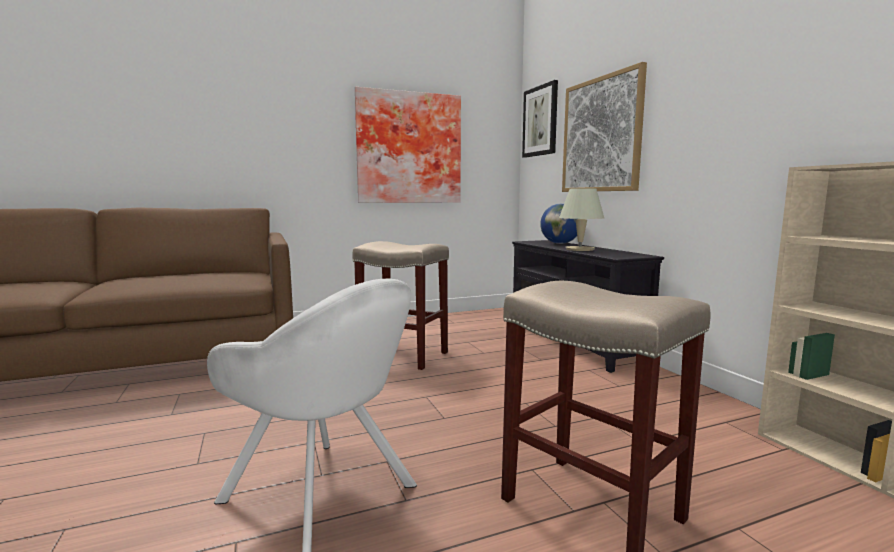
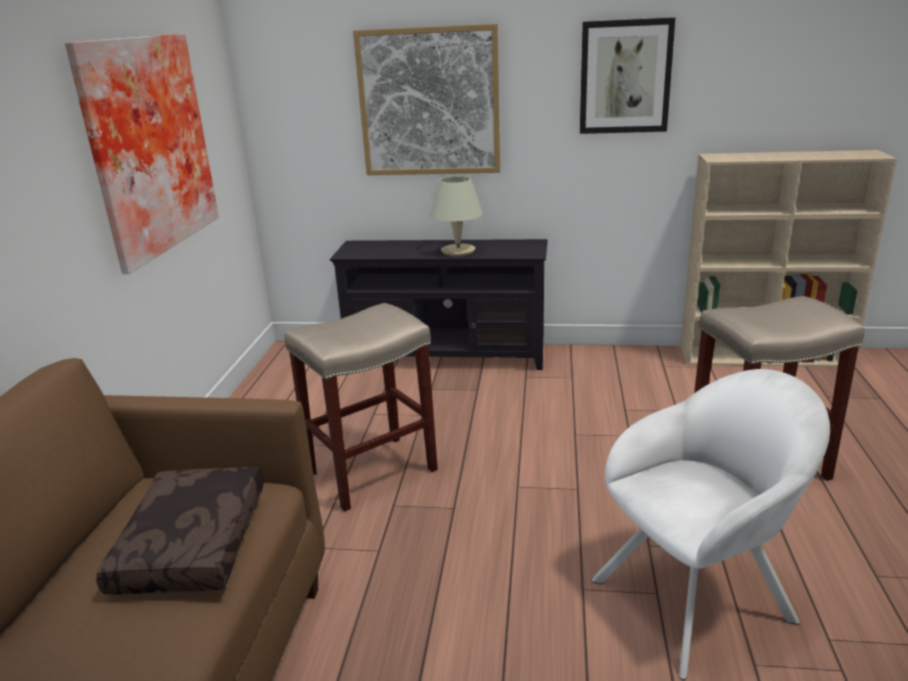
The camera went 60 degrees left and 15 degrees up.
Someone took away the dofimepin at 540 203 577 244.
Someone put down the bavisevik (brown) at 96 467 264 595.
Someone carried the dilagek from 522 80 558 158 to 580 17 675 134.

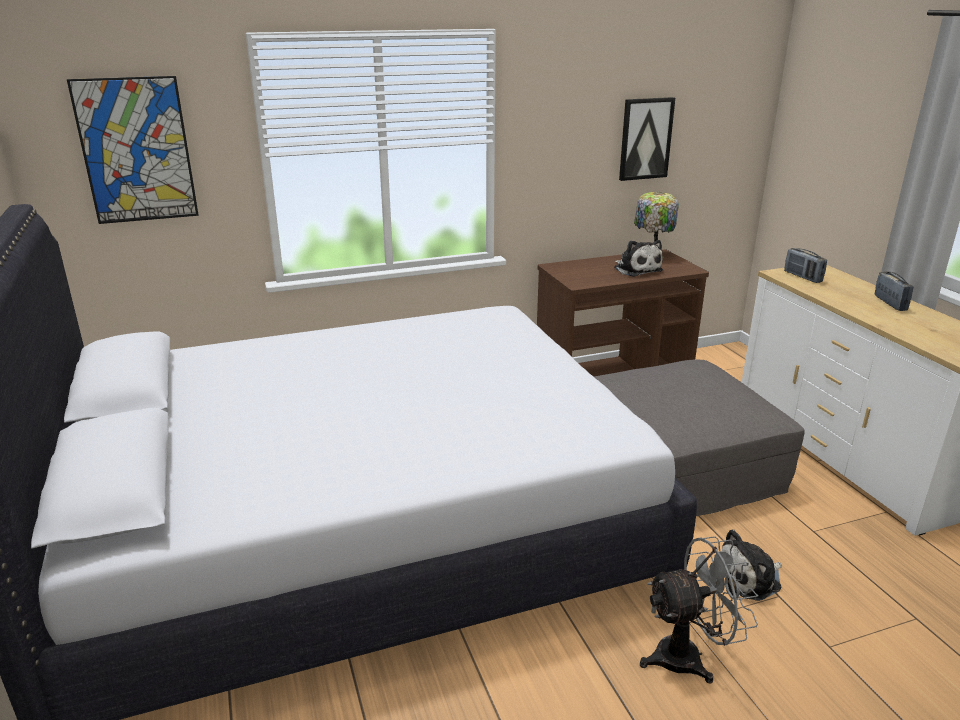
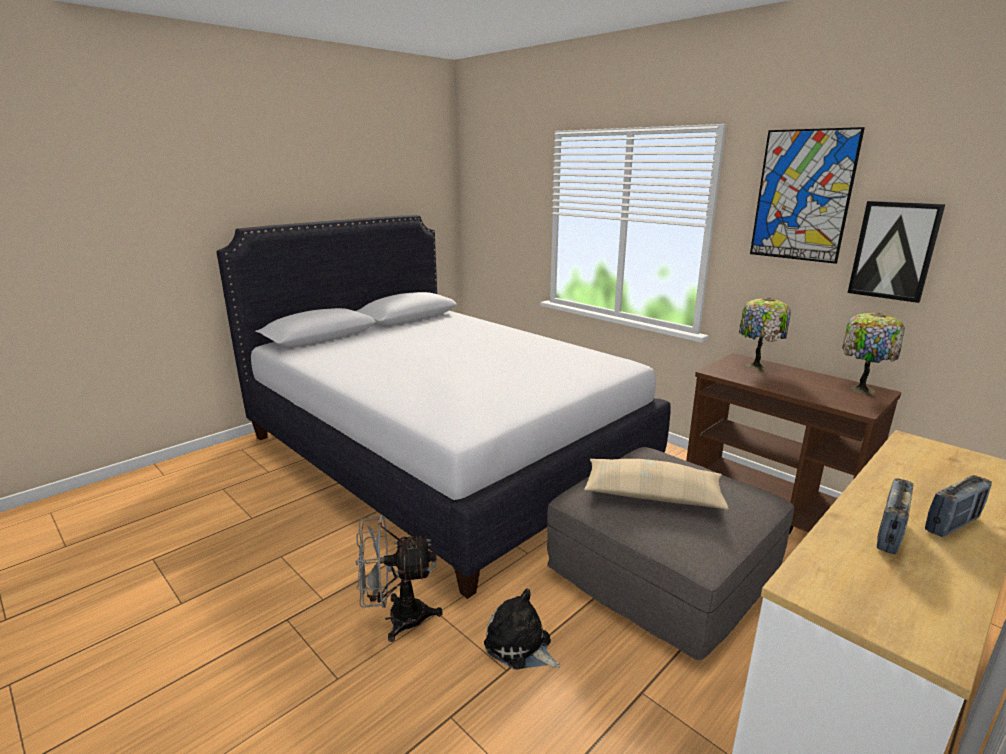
The camera went 65 degrees right and 5 degrees down.
Someone took away the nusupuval at 614 240 663 277.
Someone put down the bavisevik (beige) at 584 459 729 510.
Someone put down the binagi at 739 297 791 370.
Someone carried the dilagek from 67 76 199 224 to 750 127 865 264.
Someone carried the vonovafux from 784 248 827 283 to 877 478 913 554.
Someone rotated the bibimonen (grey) at 640 536 759 684 by 120 degrees clockwise.

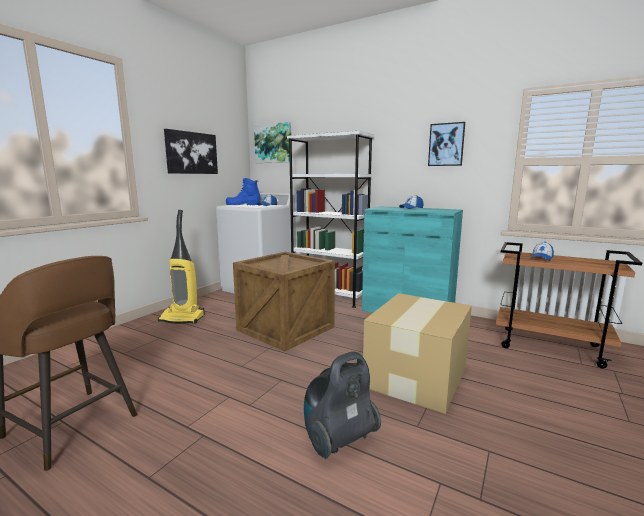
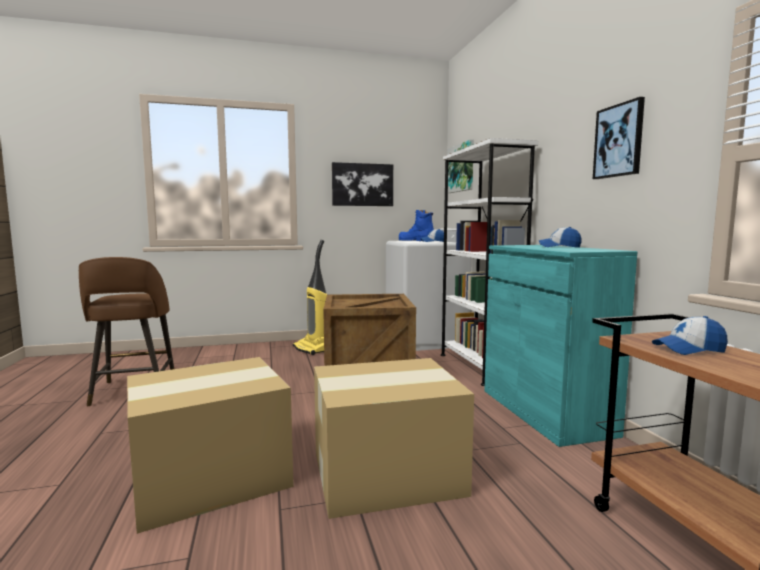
The camera went 45 degrees right and 5 degrees down.
Someone swapped the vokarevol at 304 351 381 459 for the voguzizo at 127 357 294 534.

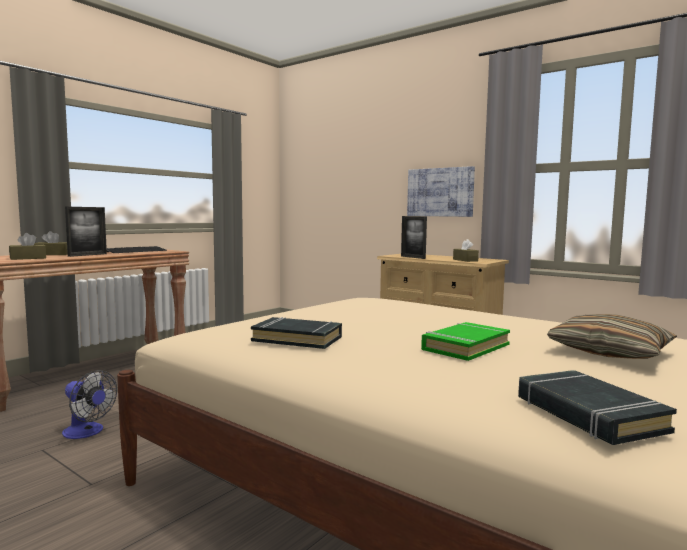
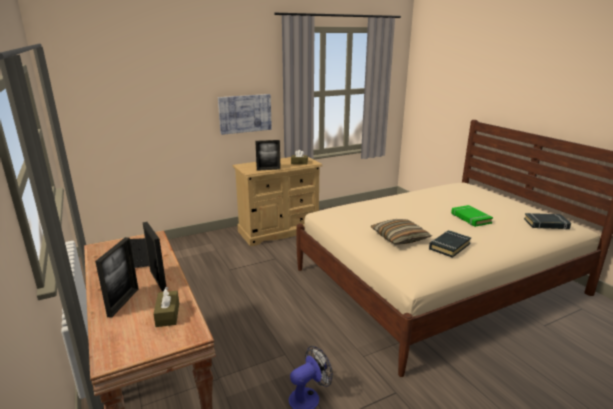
The camera went 65 degrees left and 15 degrees up.
Someone carried the bavisevik from 547 314 677 359 to 371 219 432 245.
Someone swapped the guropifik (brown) at 34 231 68 255 for the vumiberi at 95 237 138 318.

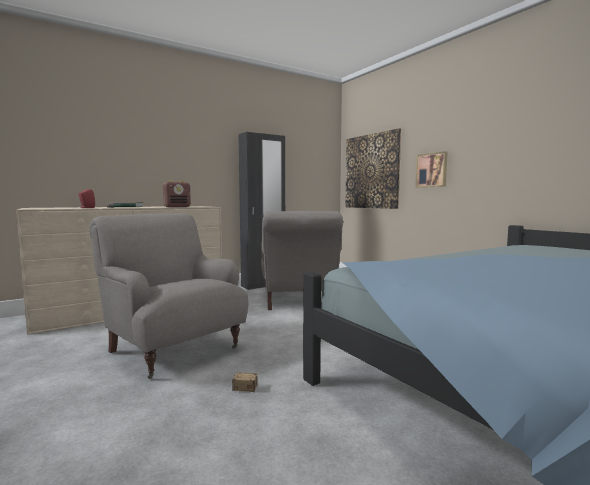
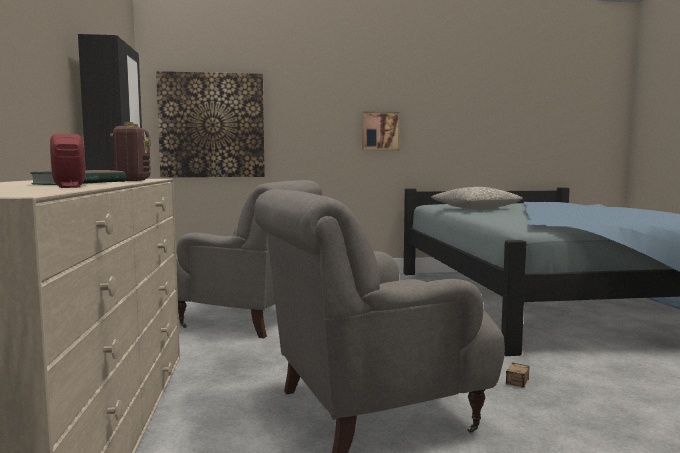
The camera went 65 degrees left and 0 degrees up.
Someone put down the bavisevik (grey) at 431 187 523 210.
Someone carried the dilagek from 416 151 448 187 to 362 111 400 150.

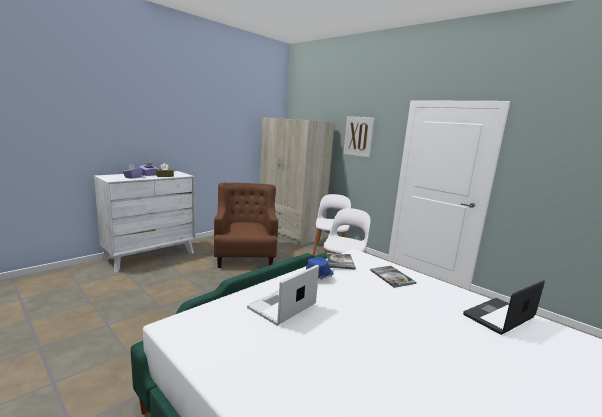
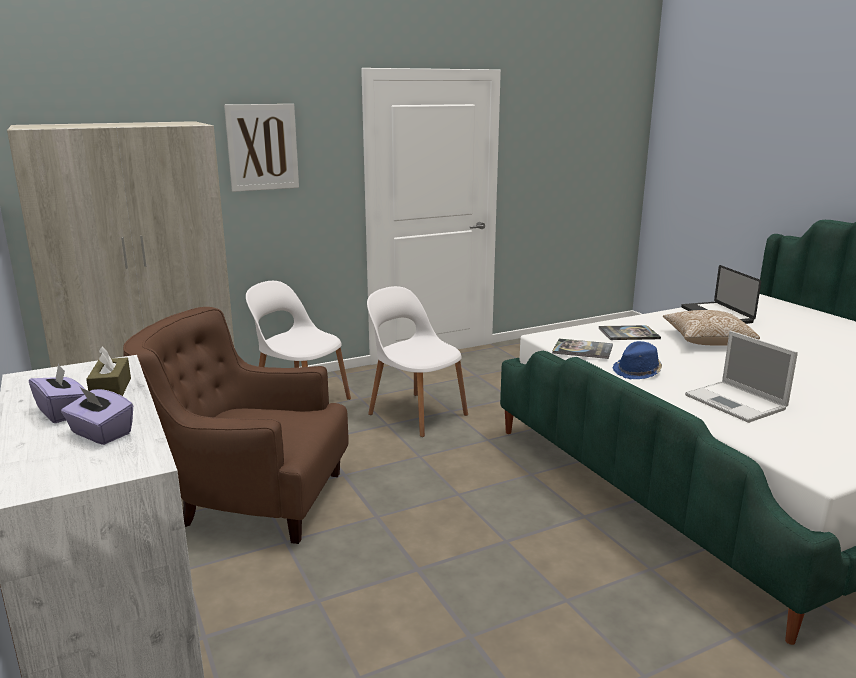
The camera went 70 degrees left and 5 degrees up.
Someone put down the bavisevik at 663 310 760 346.

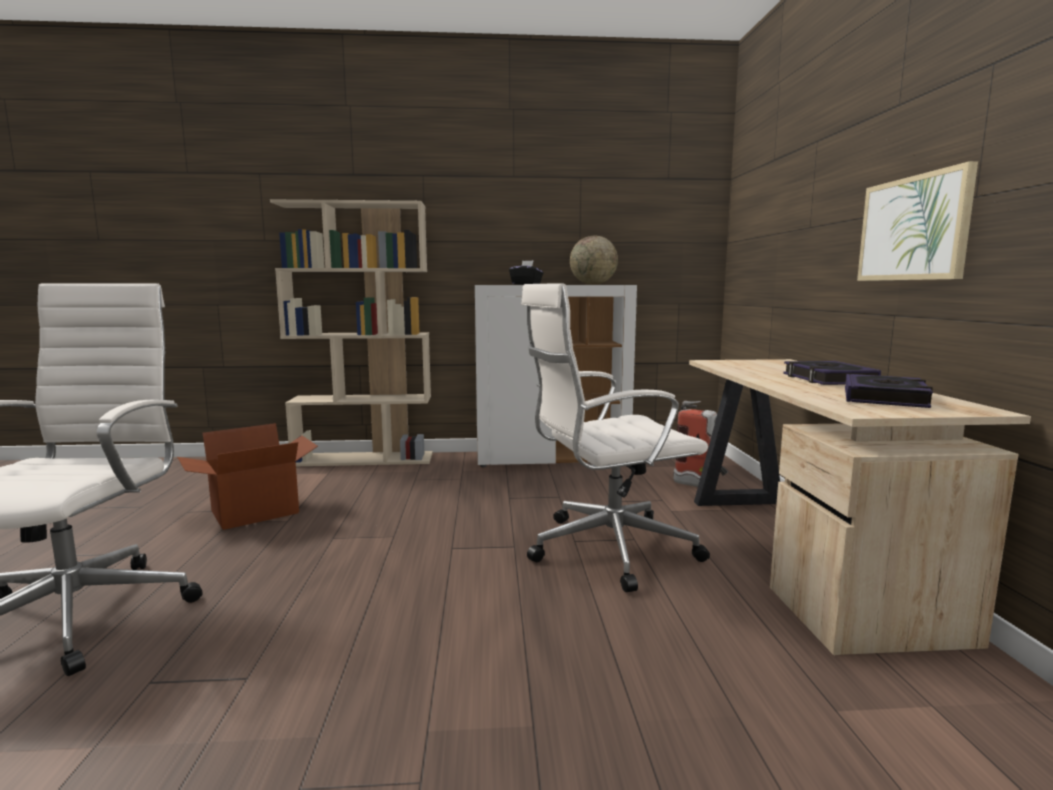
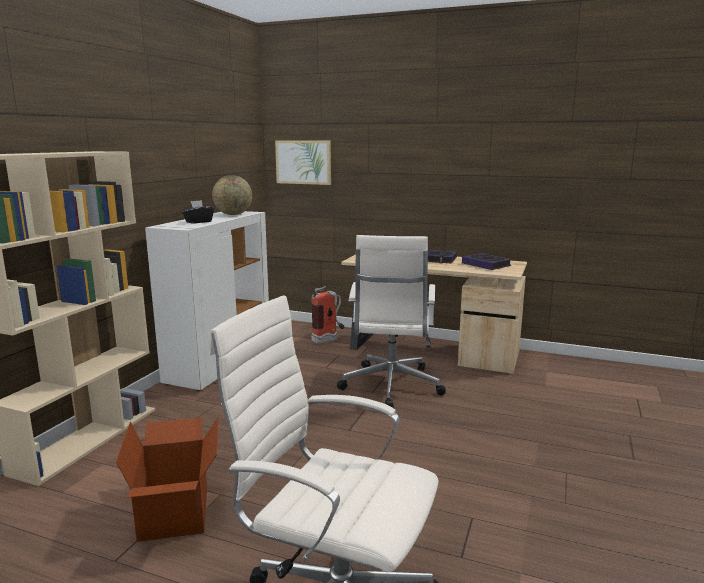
The camera went 65 degrees left and 5 degrees up.
Someone carried the dilagek from 857 161 978 281 to 275 140 331 185.

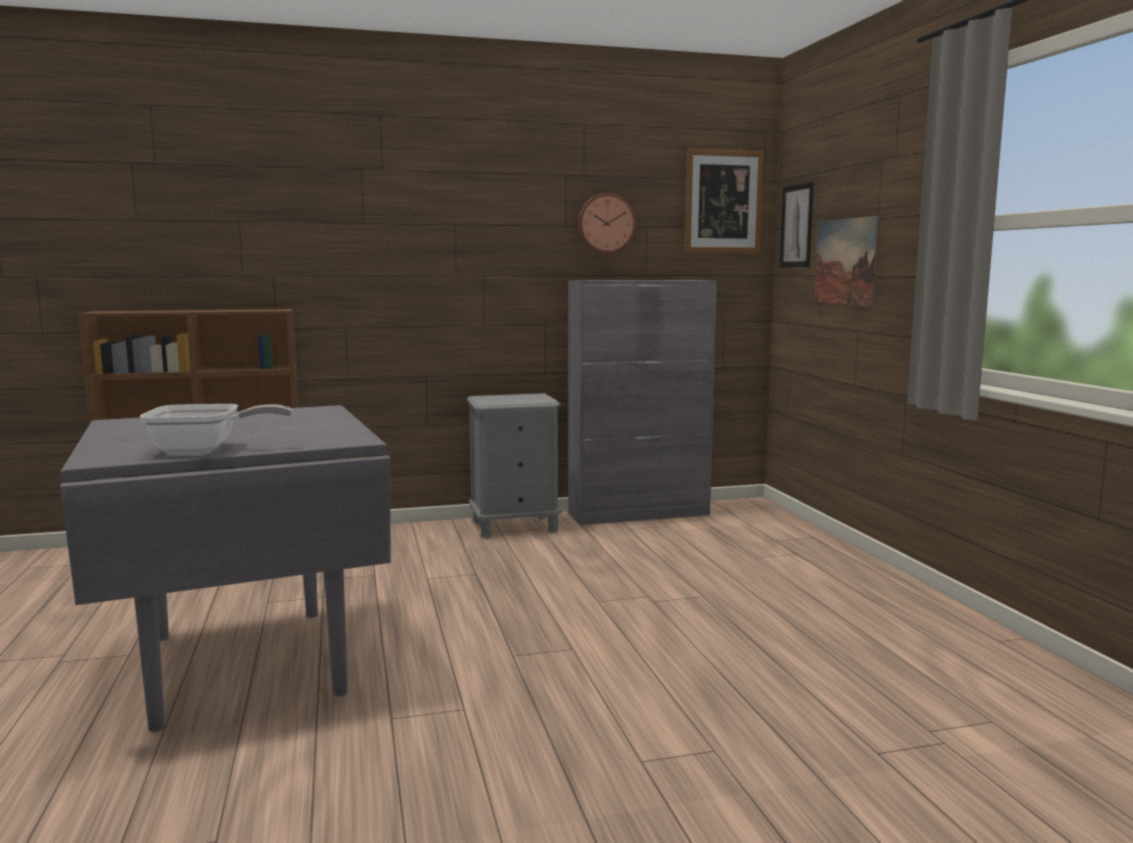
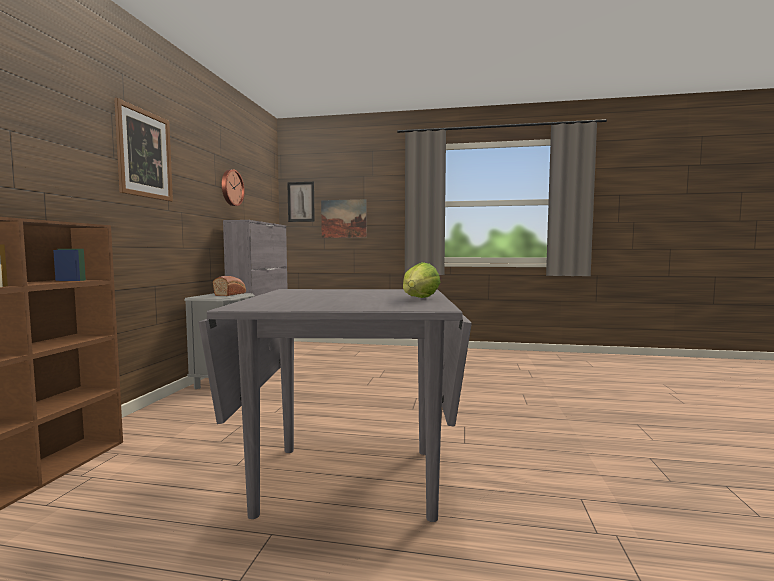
The camera went 65 degrees left and 5 degrees down.
Someone put down the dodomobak at 213 276 246 296.
Someone carried the dilagek from 685 149 764 253 to 114 98 173 202.
Someone swapped the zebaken at 140 404 292 454 for the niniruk at 403 262 441 298.

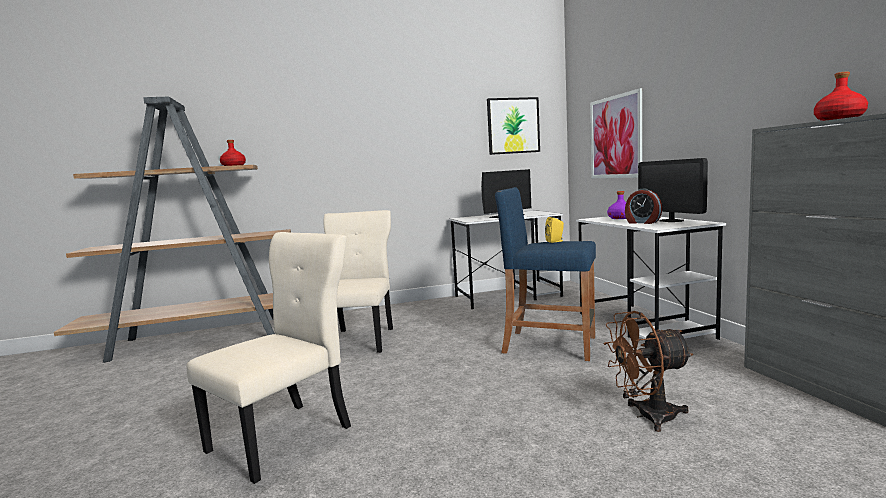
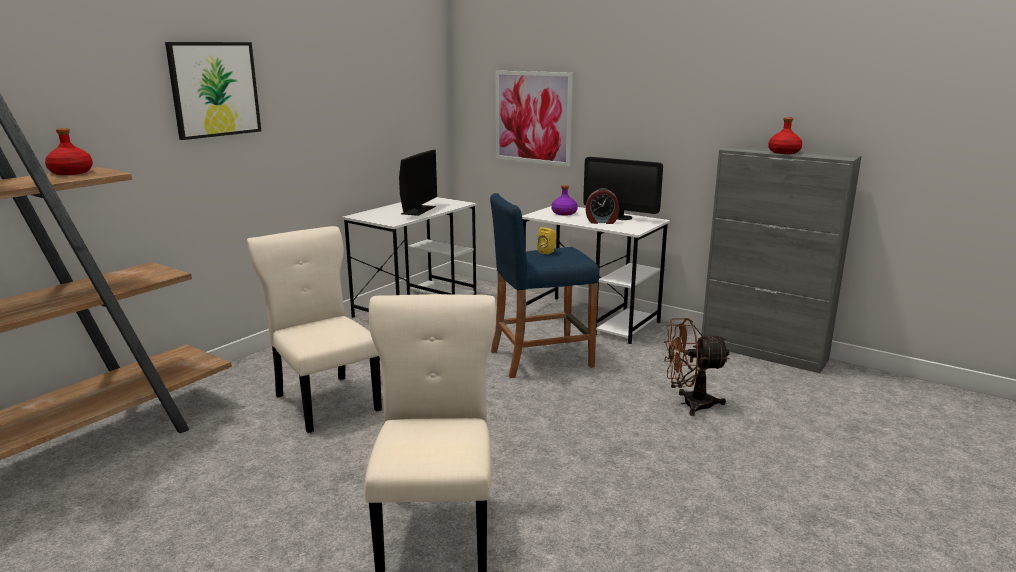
The camera went 40 degrees left and 10 degrees up.
Someone carried the dilagek from 487 97 540 155 to 165 42 261 140.
Someone rotated the bibimonen (brown) at 604 311 693 432 by 45 degrees clockwise.

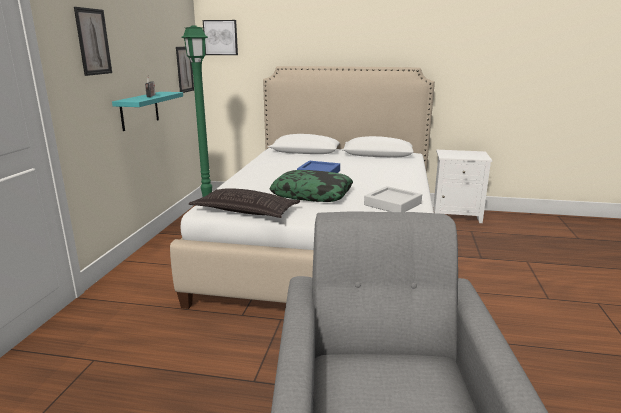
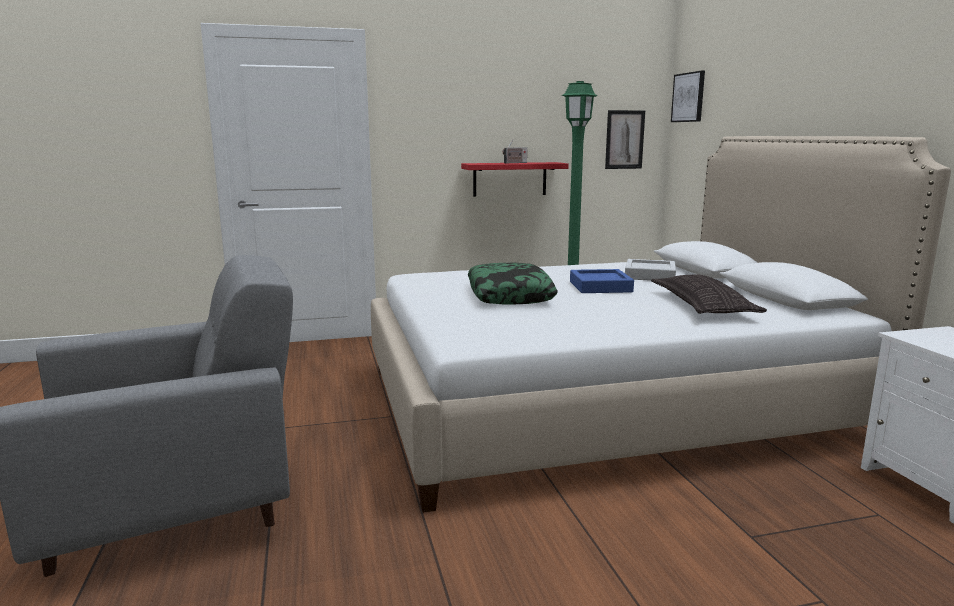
The camera went 65 degrees right and 5 degrees down.
Someone took away the dilagek at 74 7 112 76.
Someone carried the bavisevik from 189 188 300 218 to 651 274 767 314.
Someone carried the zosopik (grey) from 364 186 422 212 to 625 259 676 281.
Someone repainted the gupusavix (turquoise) at 112 92 183 131, which became the gupusavix (red) at 461 162 569 197.

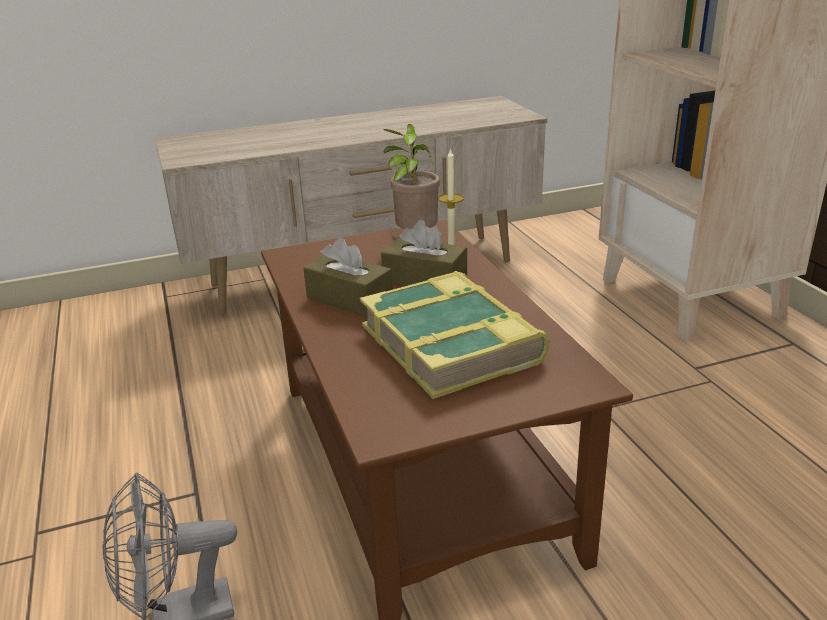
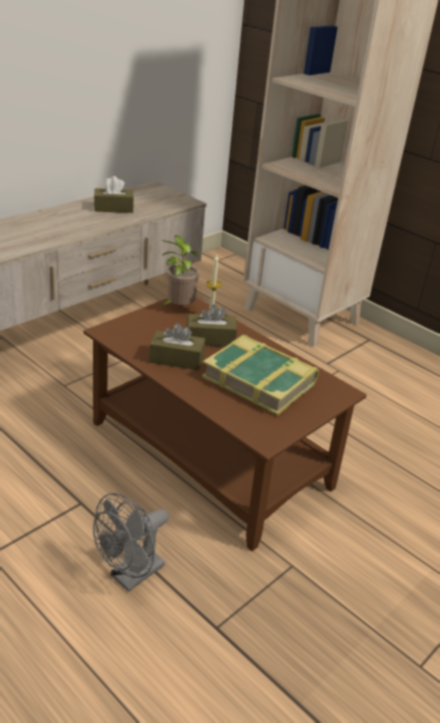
The camera went 30 degrees left and 5 degrees up.
Someone put down the guropifik (brown) at 94 176 134 213.

